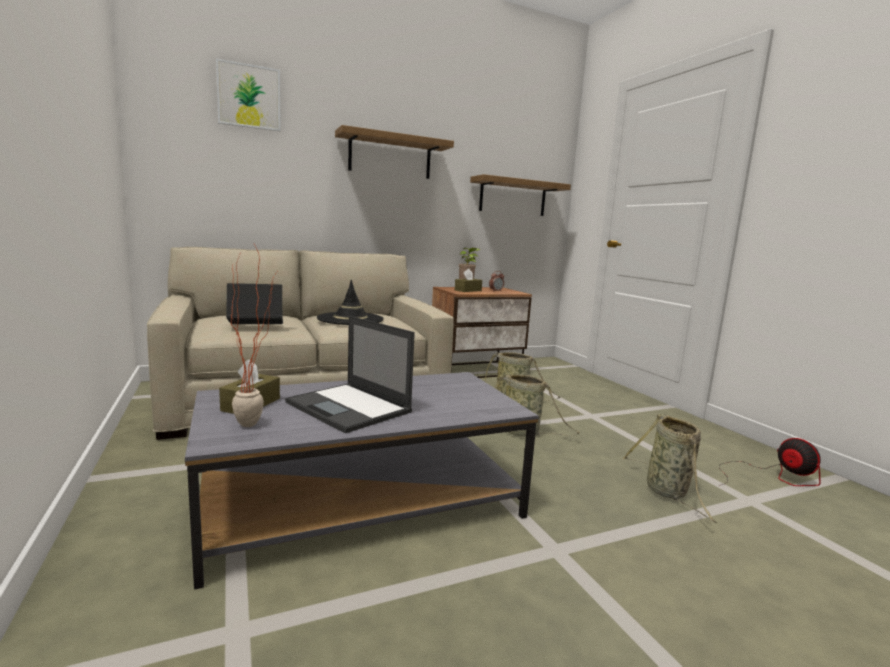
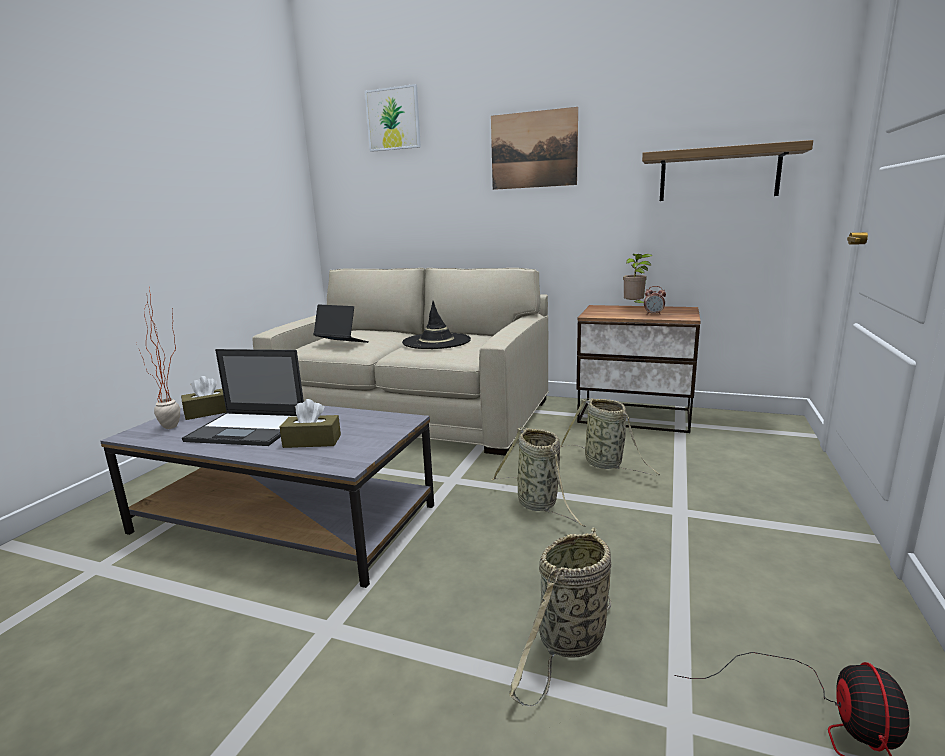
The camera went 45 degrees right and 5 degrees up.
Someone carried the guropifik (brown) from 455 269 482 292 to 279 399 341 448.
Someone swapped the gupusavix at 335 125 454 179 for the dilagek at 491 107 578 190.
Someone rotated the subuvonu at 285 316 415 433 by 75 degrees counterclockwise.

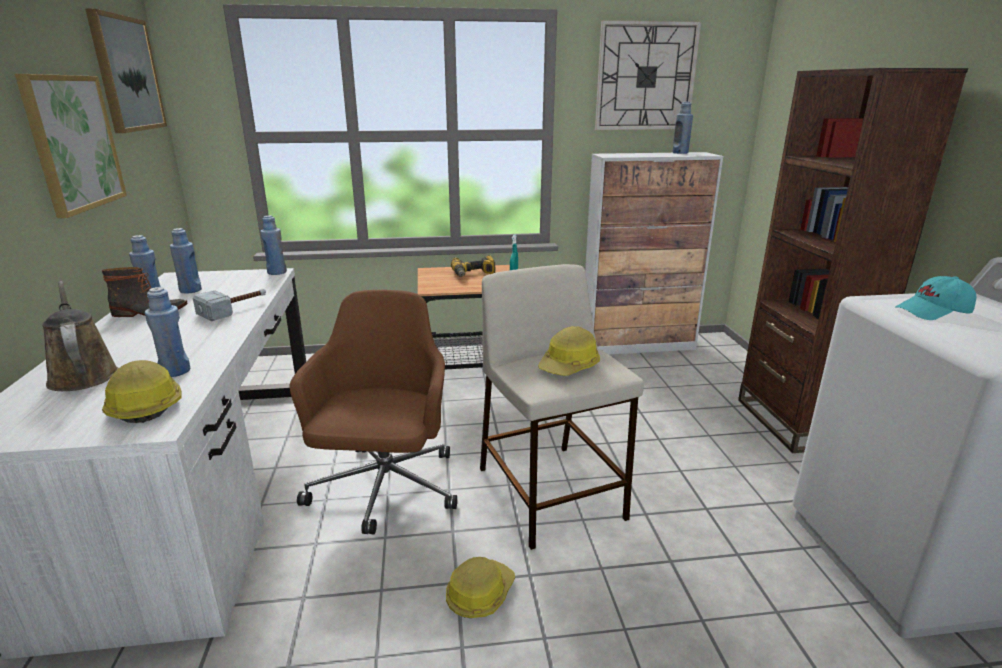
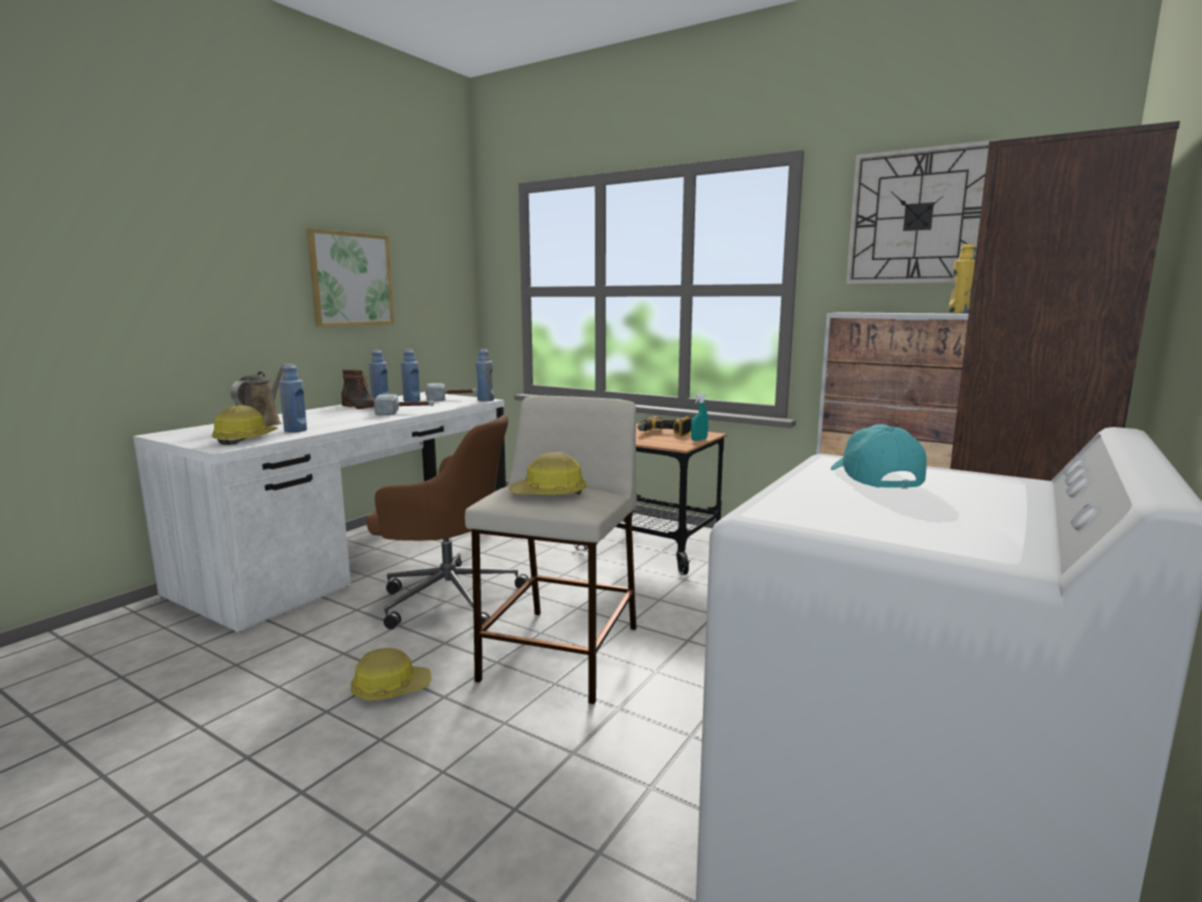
The camera went 40 degrees right and 10 degrees down.
Someone took away the dilagek at 85 9 167 133.
Someone put down the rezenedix at 425 383 477 401.
Someone repainted the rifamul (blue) at 672 102 693 154, which became the rifamul (yellow) at 948 244 976 314.
Someone rotated the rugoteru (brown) at 290 290 457 534 by 60 degrees clockwise.
Someone rotated the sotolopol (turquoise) at 896 276 977 320 by 60 degrees clockwise.

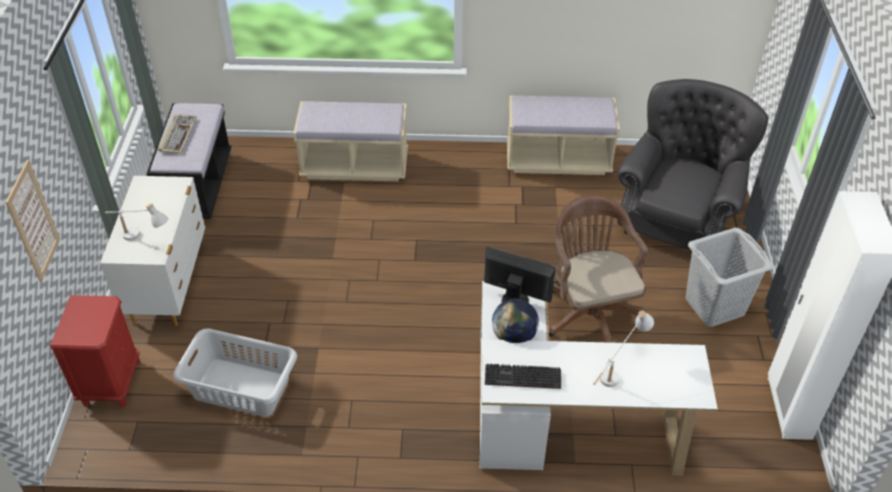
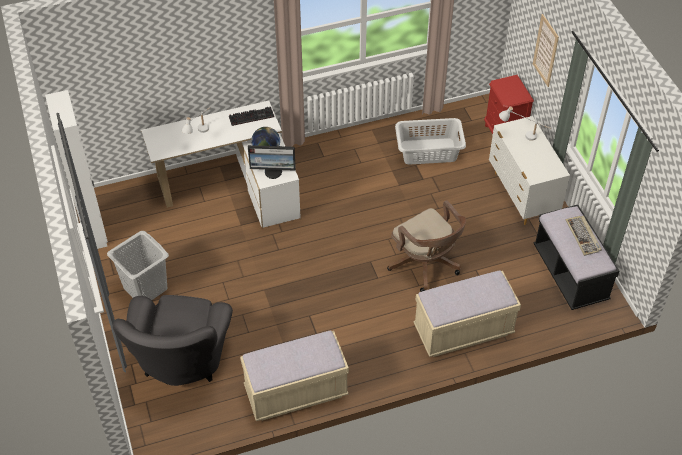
The camera went 160 degrees right and 5 degrees up.
Someone carried the rugoteru (brown) from 549 195 648 343 to 387 200 466 292.

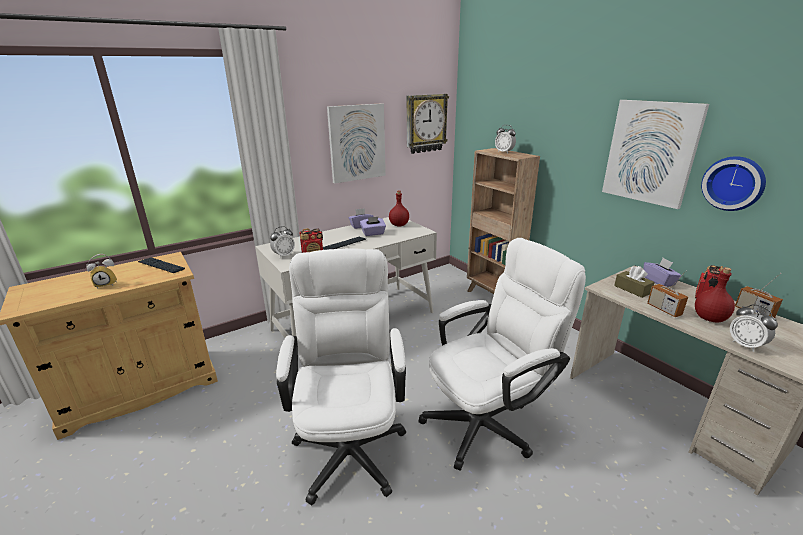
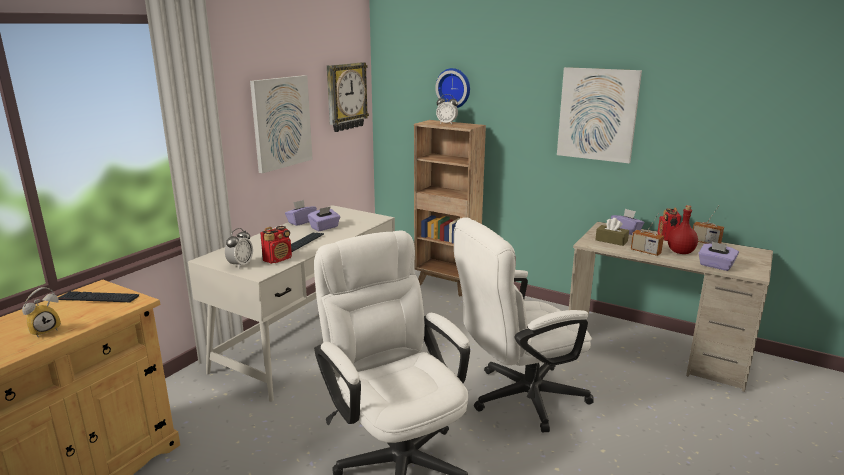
The camera went 25 degrees left and 5 degrees down.
Someone took away the rifamul (red) at 389 191 409 226.
Someone carried the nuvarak from 701 156 766 211 to 435 68 470 108.
Someone swapped the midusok at 730 304 778 352 for the guropifik (purple) at 698 241 739 271.
Someone rotated the rugoteru (white) at 418 238 586 471 by 150 degrees counterclockwise.

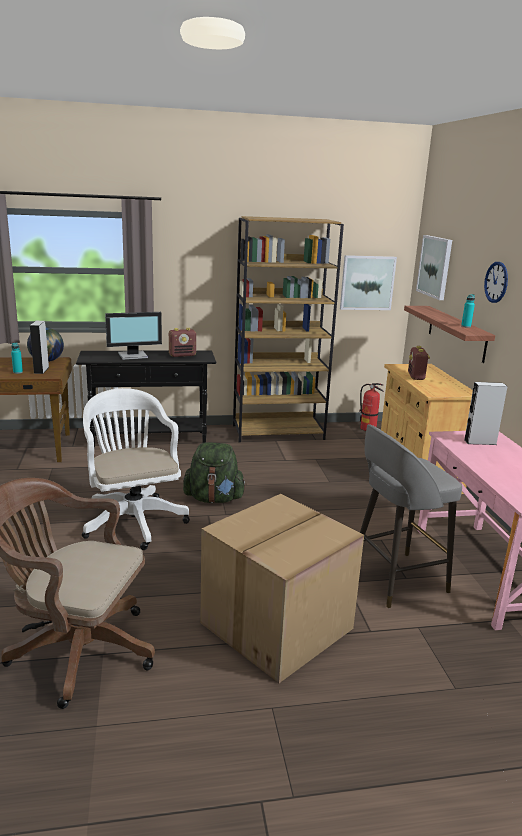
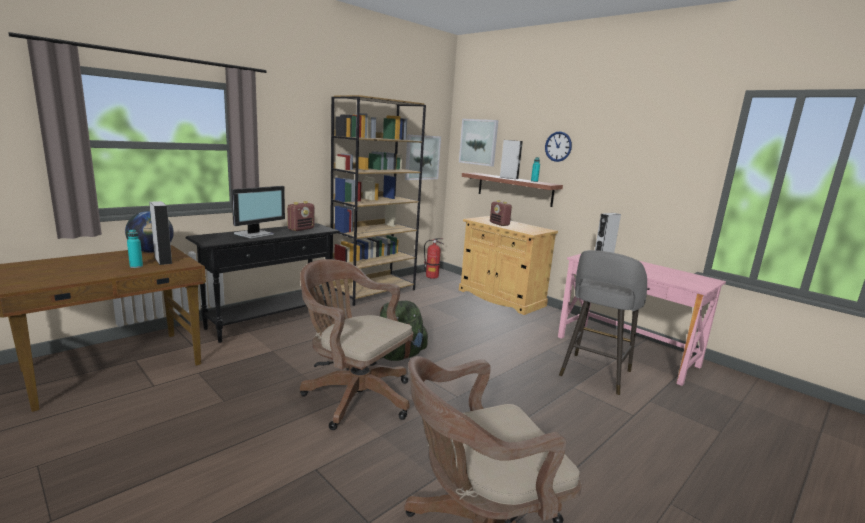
The camera went 35 degrees left and 5 degrees down.
Someone took away the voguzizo at 200 494 364 683.
Someone put down the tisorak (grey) at 499 140 523 179.
Someone repainted the rugoteru (white) at 82 388 190 550, which became the rugoteru (brown) at 300 259 414 430.

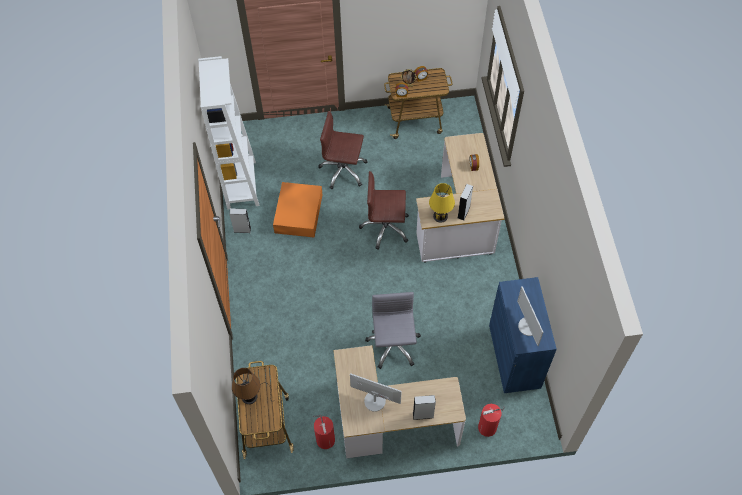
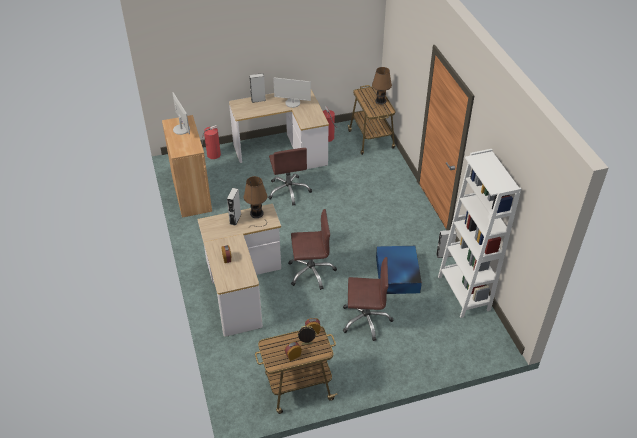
The camera went 170 degrees right and 15 degrees down.
Someone repainted the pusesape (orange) at 273 182 323 238, which became the pusesape (blue) at 376 246 422 294.
Someone repainted the rugoteru (grey) at 365 292 421 369, which became the rugoteru (brown) at 268 148 312 206.
Someone repainted the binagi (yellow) at 429 183 455 223, which became the binagi (brown) at 244 176 267 227.
Someone repainted the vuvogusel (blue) at 489 277 557 393, which became the vuvogusel (brown) at 162 115 212 218.

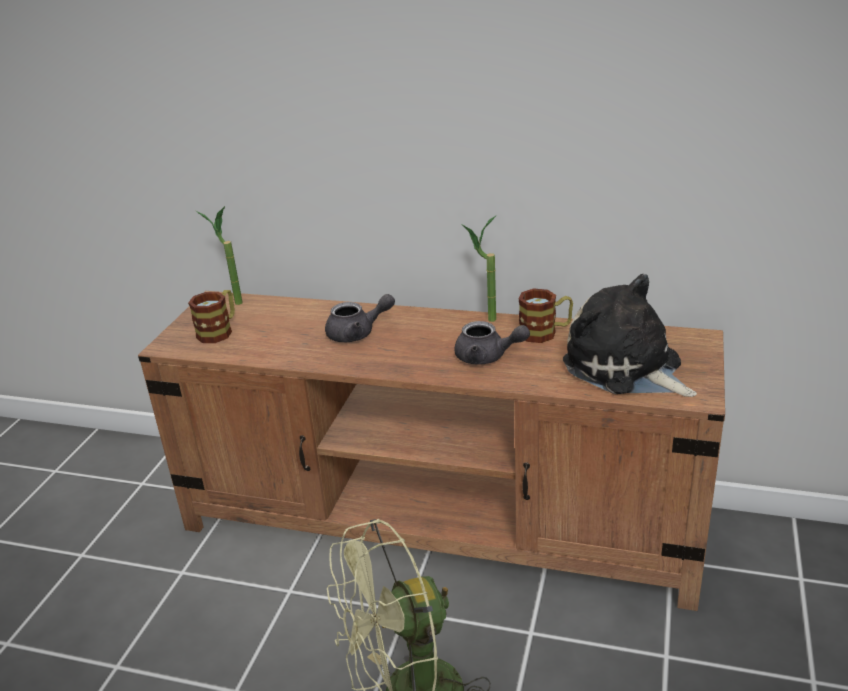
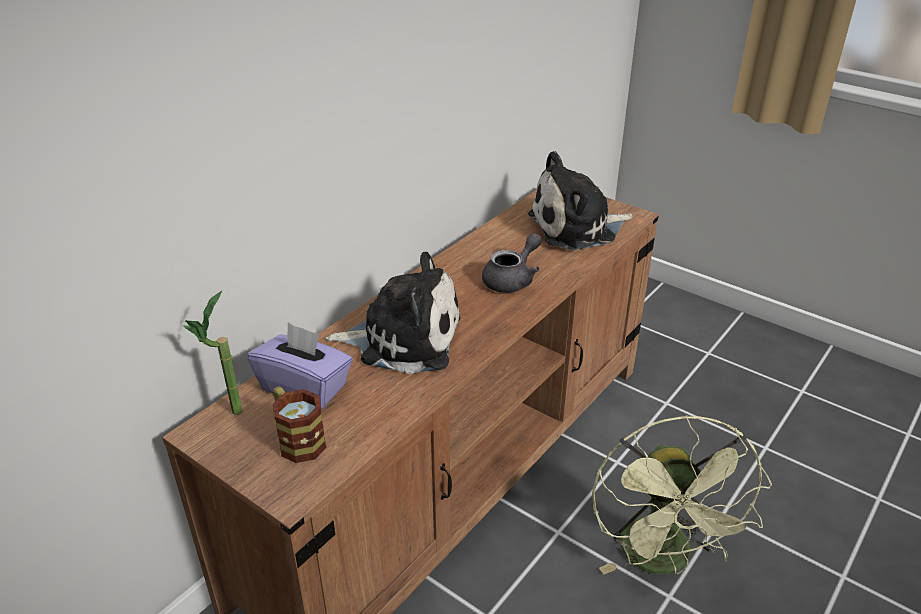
The camera went 70 degrees left and 5 degrees up.
Someone took away the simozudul at 461 215 497 322.
Someone took away the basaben at 519 289 573 343.
Someone put down the guropifik (purple) at 247 322 352 410.
Someone swapped the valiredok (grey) at 325 294 395 342 for the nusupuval at 325 252 460 374.

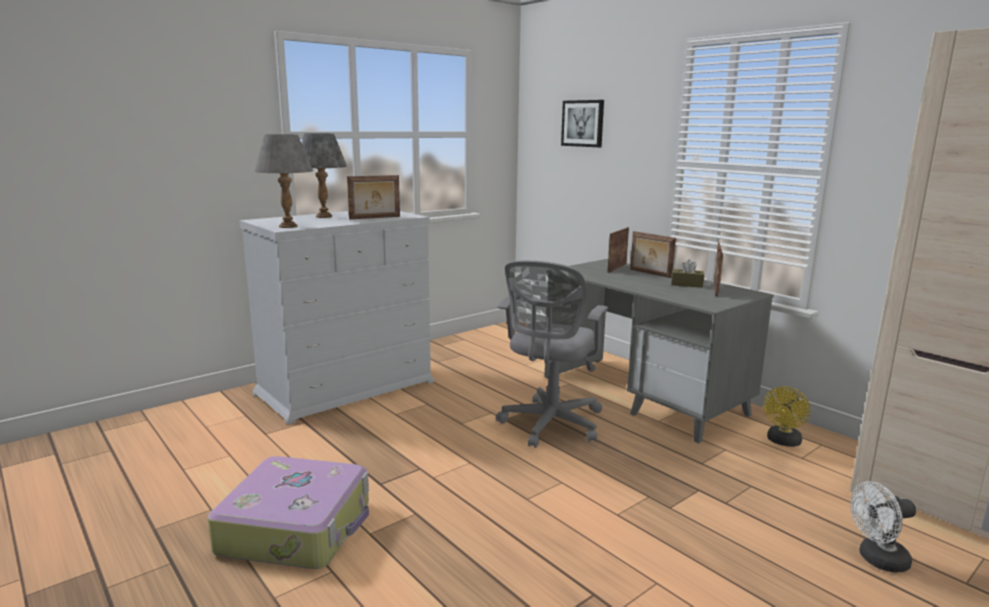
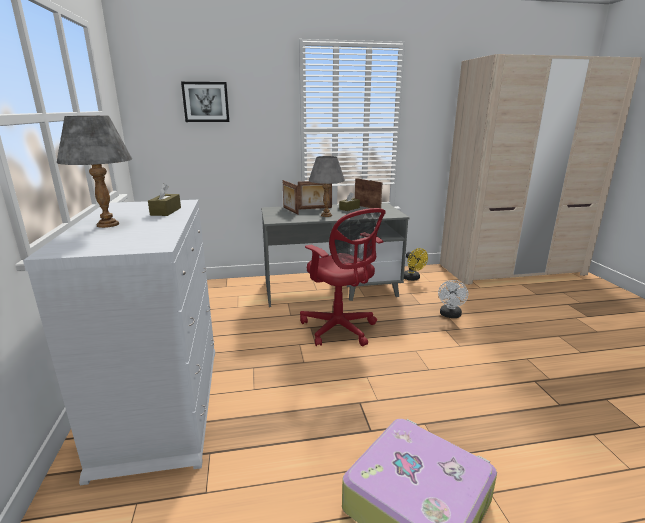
The camera went 60 degrees left and 5 degrees up.
Someone carried the binagi (grey) from 254 134 313 228 to 308 156 345 217.
Someone carried the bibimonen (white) from 850 481 916 573 to 438 280 468 318.
Someone swapped the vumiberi at 347 175 400 219 for the guropifik (brown) at 148 183 181 216.
Someone repainted the rugoteru (grey) at 496 260 608 448, which became the rugoteru (red) at 300 208 386 346.

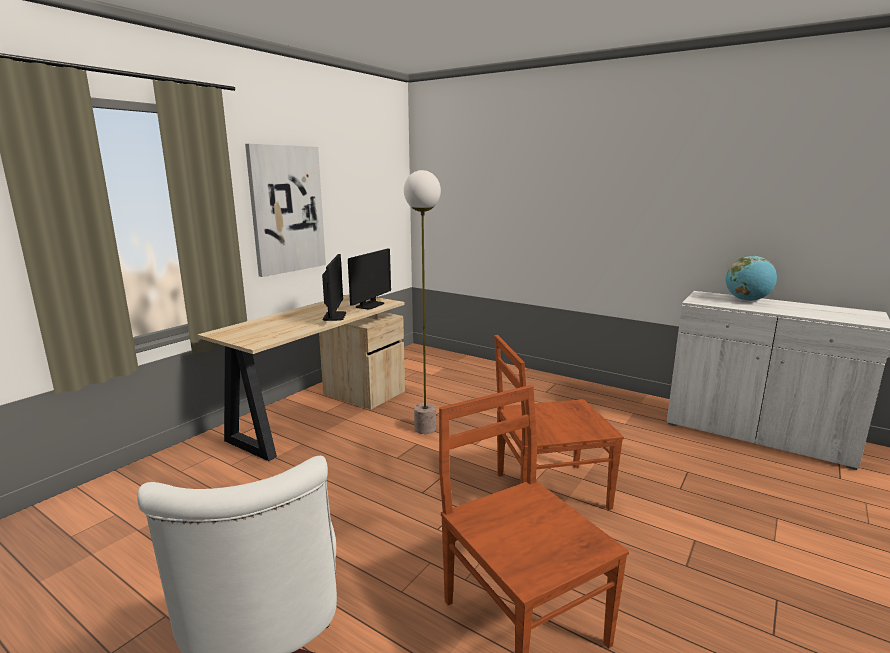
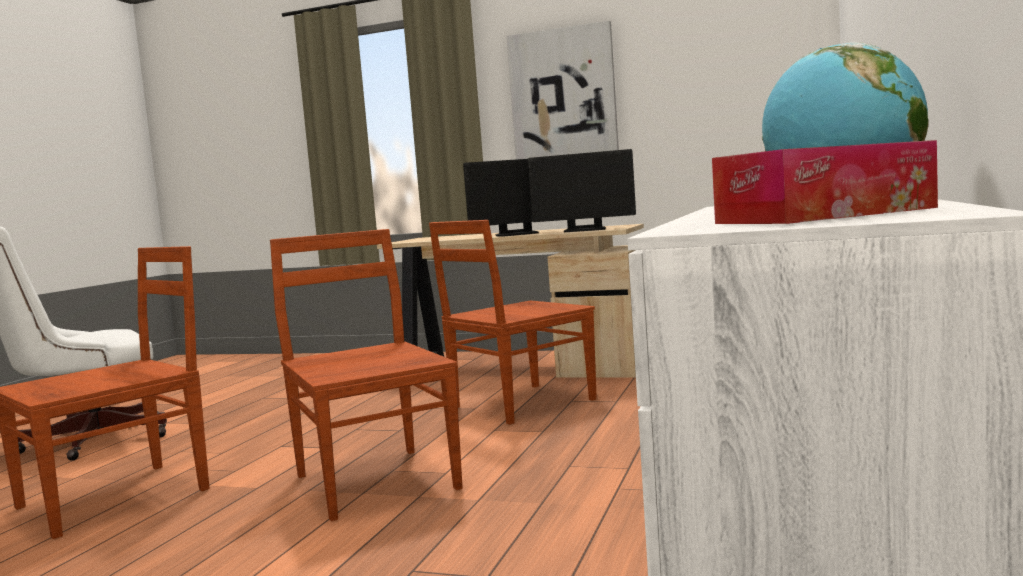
The camera went 75 degrees right and 10 degrees down.
Someone put down the guropifik at 712 140 938 224.
Someone swapped the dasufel at 404 170 441 434 for the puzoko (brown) at 429 220 597 425.

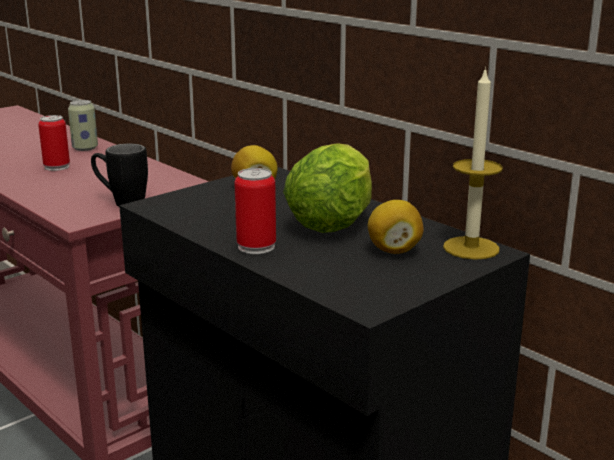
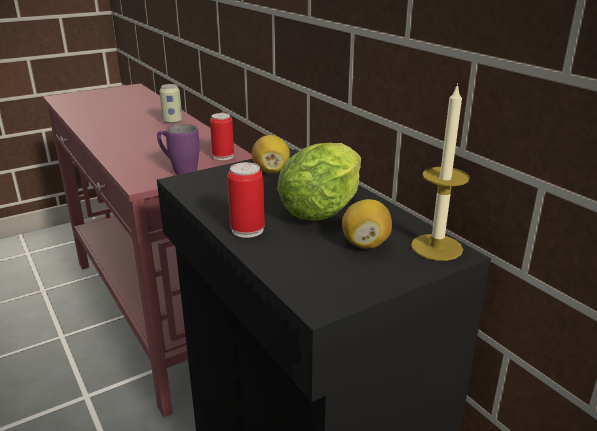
The camera went 10 degrees right and 5 degrees up.
Someone carried the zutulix from 38 115 70 171 to 210 113 234 160.
Someone repainted the basaben (black) at 91 144 148 207, which became the basaben (purple) at 157 124 200 175.

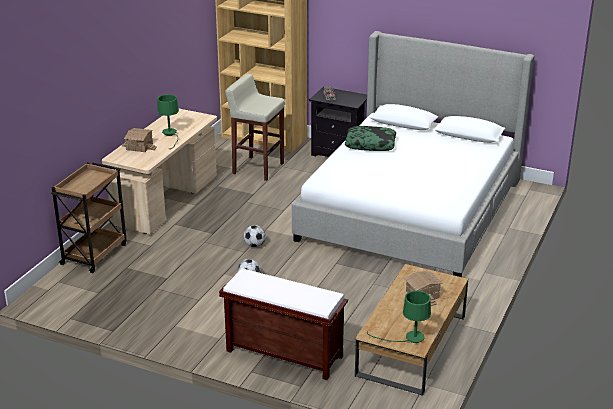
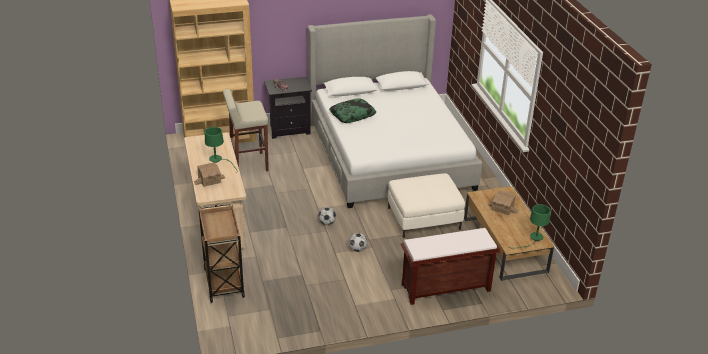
The camera went 40 degrees left and 5 degrees up.
Someone put down the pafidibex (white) at 387 173 465 238.

